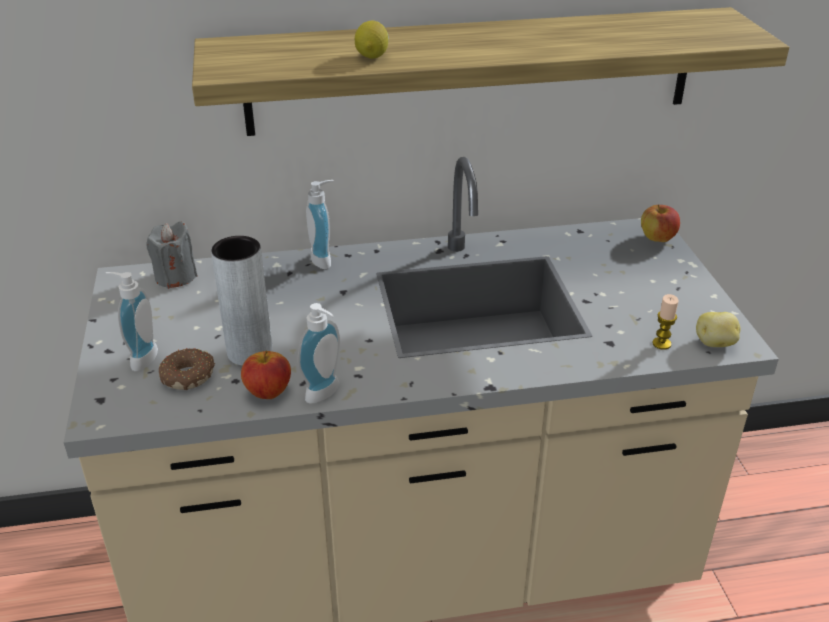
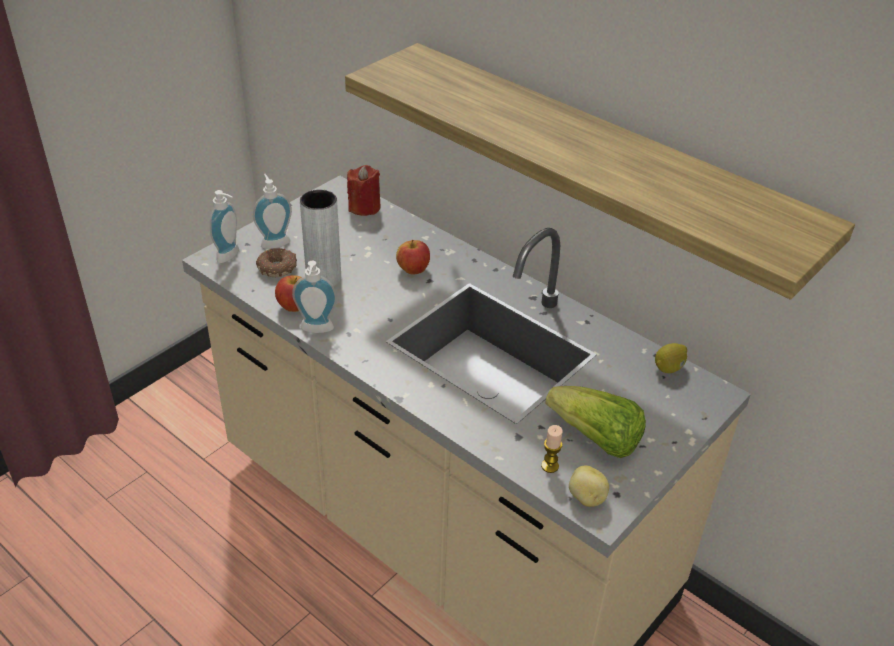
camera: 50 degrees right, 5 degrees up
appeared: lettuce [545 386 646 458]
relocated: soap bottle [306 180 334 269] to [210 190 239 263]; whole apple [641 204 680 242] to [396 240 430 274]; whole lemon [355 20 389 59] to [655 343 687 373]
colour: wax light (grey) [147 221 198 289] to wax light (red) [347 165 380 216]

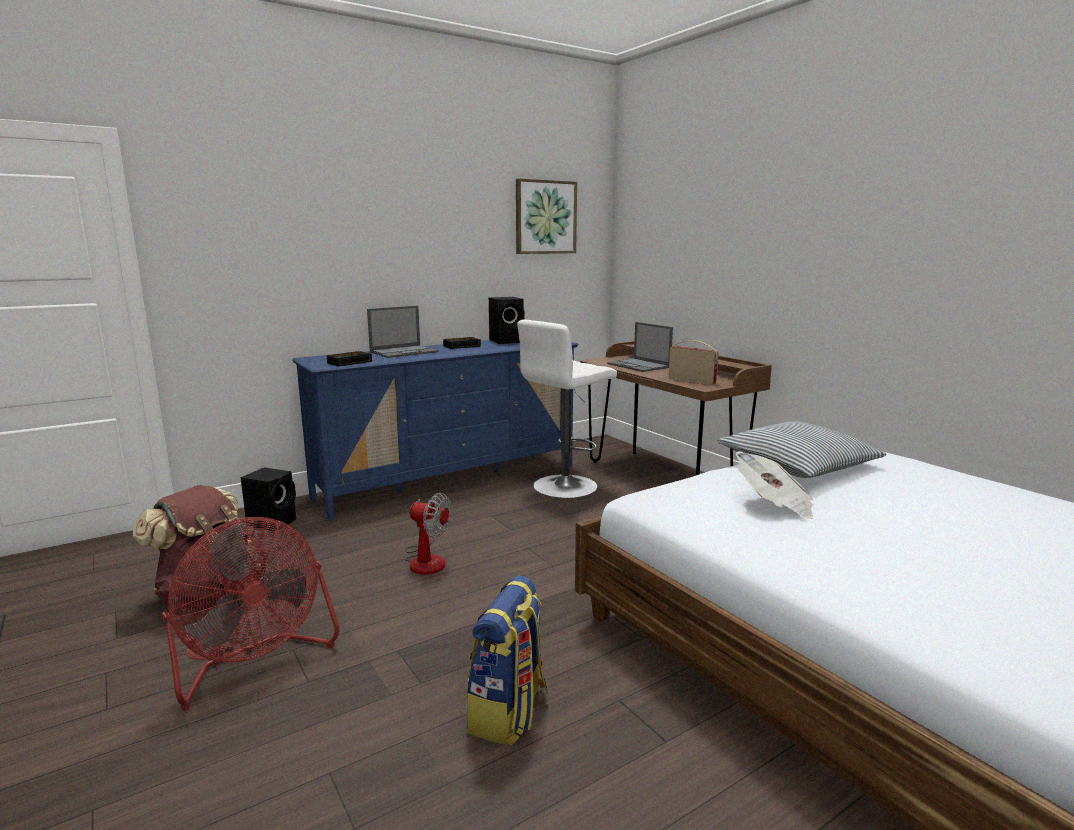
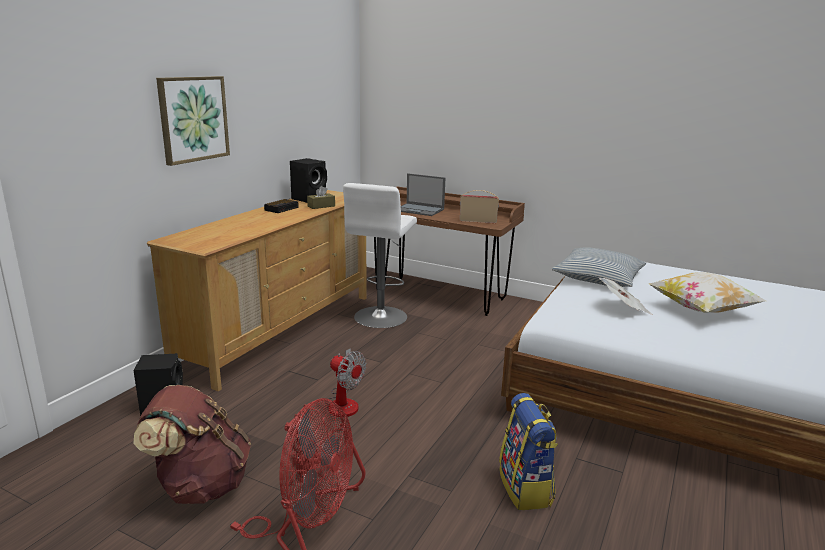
camera: 30 degrees left, 5 degrees up
missing: bedside clock [327 351 372 366]; laptop [367 306 439 358]
appeared: tissue holder (brownish) [307 186 335 209]; throw pillow [649 272 766 313]
relocated: picture [516 178 577 254] to [156 76 230 166]
colour: dresser (blue-coloured) [292 340 579 521] to dresser (brownish) [146 190 366 391]
spun: fan [405 493 452 575] = [329 348 366 417] 45 degrees clockwise

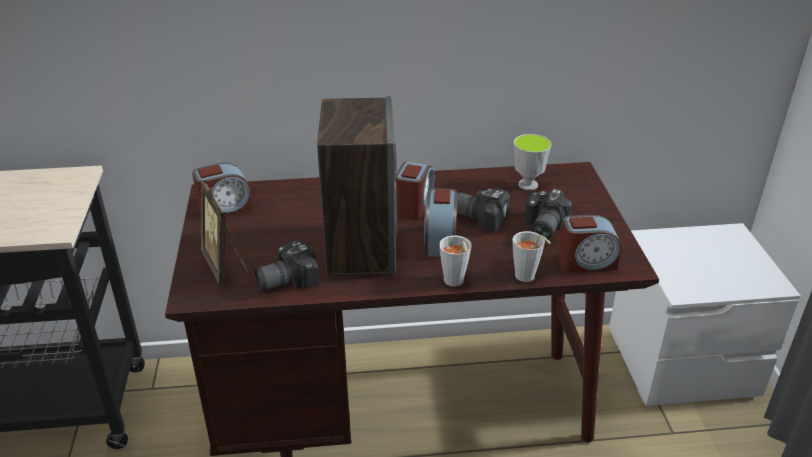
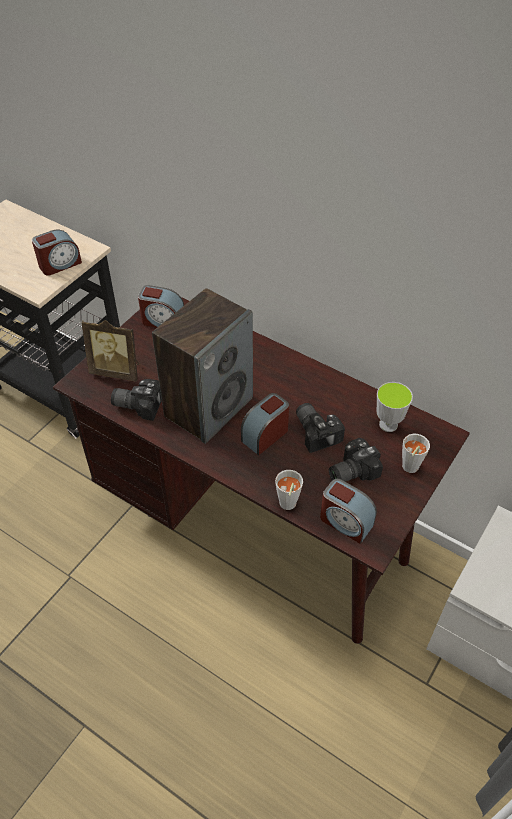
camera: 40 degrees right, 15 degrees up
relocated: bedside clock [395 162 434 219] to [32 230 82 276]; cup (grey) [439 235 472 287] to [402 434 430 473]
spun: standing frame [201 180 249 285] = [82 320 139 381] 90 degrees counterclockwise

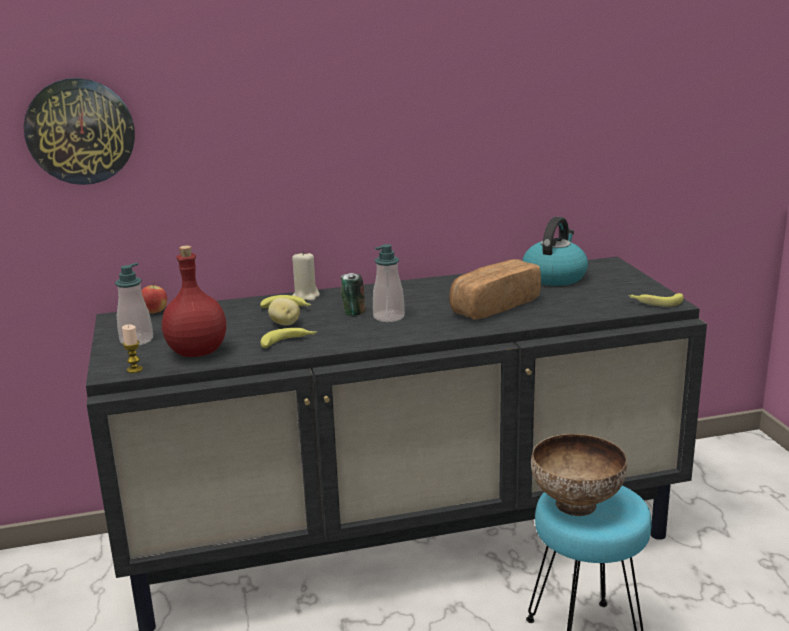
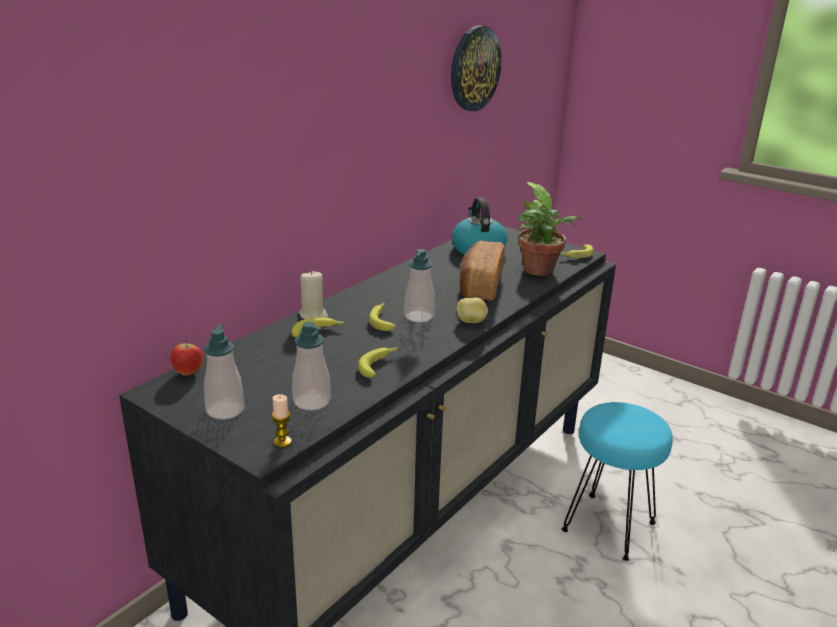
camera: 40 degrees left, 5 degrees up
missing: deep dish [531 434 627 516]
appeared: plant in a pot [516 182 582 276]
relocated: hanging clock [24 78 135 185] to [451 26 502 111]; whole potato [268 298 300 325] to [456 298 488 323]
exchanged: drink bottle (red) [162 245 226 357] to soap bottle [292 322 331 410]; sealed can [341 273 366 316] to whole banana [369 303 396 331]

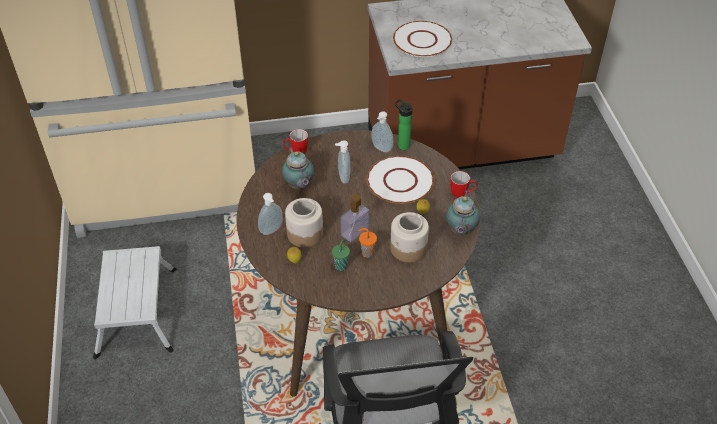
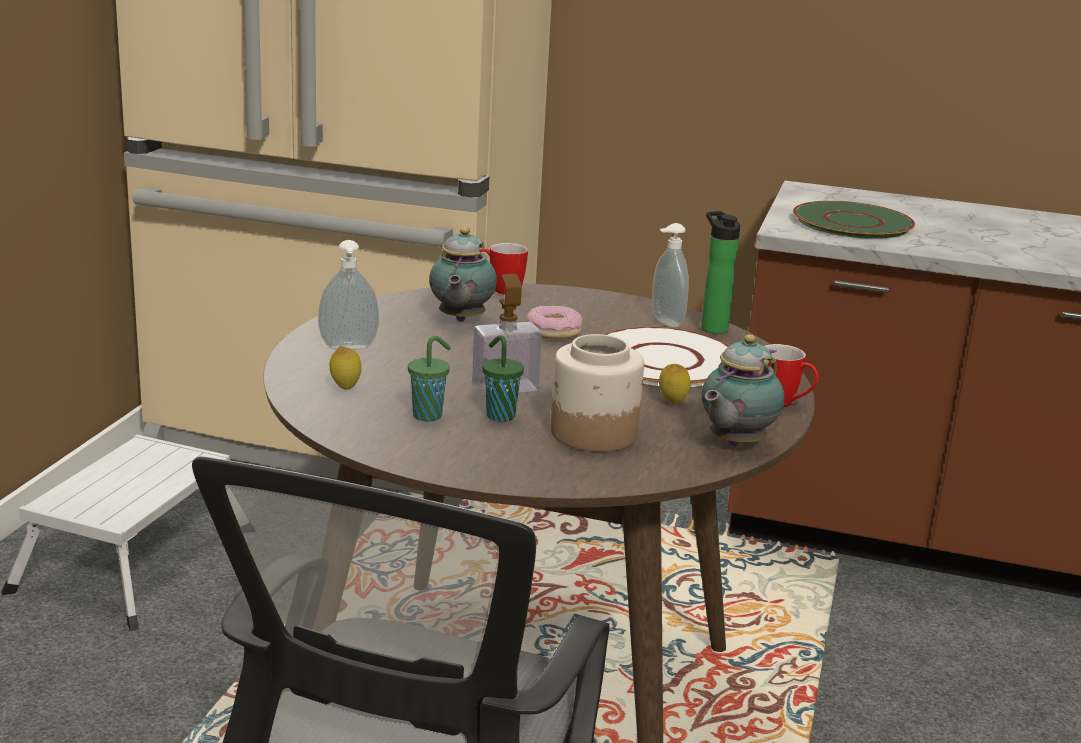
camera: 25 degrees right, 25 degrees down
missing: jar [285 198 323 247]
exchanged: soap bottle [335 140 350 184] to doughnut [526 306 582 339]
colour: cup (orangey) [358 228 377 258] to cup (greenish) [483 335 524 422]; plate (white-coloured) [393 21 452 57] to plate (greenish) [793 201 915 239]

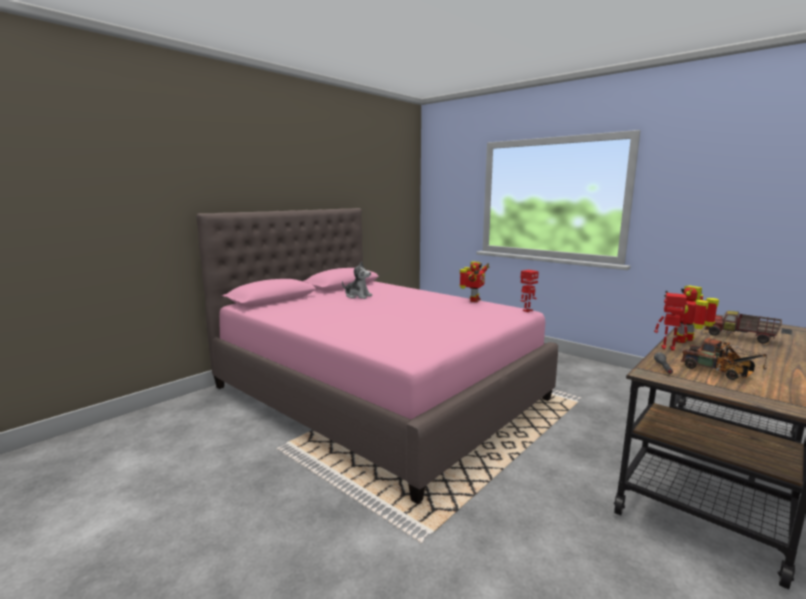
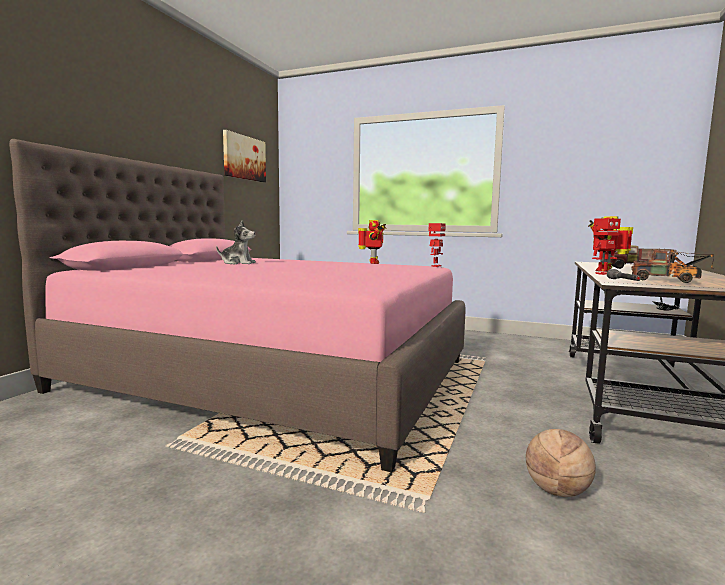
camera: 20 degrees left, 5 degrees down
appeared: picture [223 130 266 182]; ball for basketball [526 429 596 497]
spun: model robot [654 293 688 351] = [592 218 621 275] 150 degrees clockwise

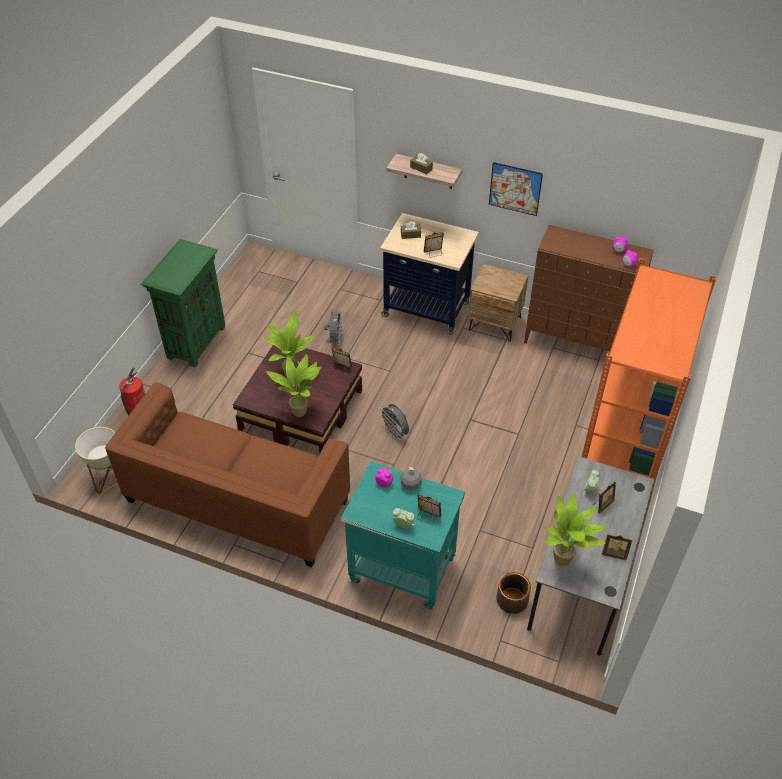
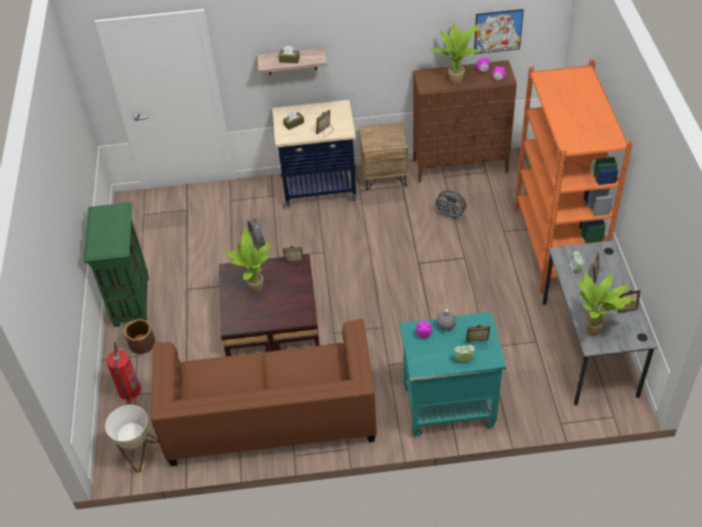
camera: 25 degrees left, 0 degrees up
relocated: plant pot (brownish) [496 572 531 614] to [124 319 156 354]; plant in a pot [266 354 322 417] to [429 24 481 85]; fan (grey) [379 404 409 440] to [433 190 466 220]; picture [489 162 543 216] to [474 9 524 54]

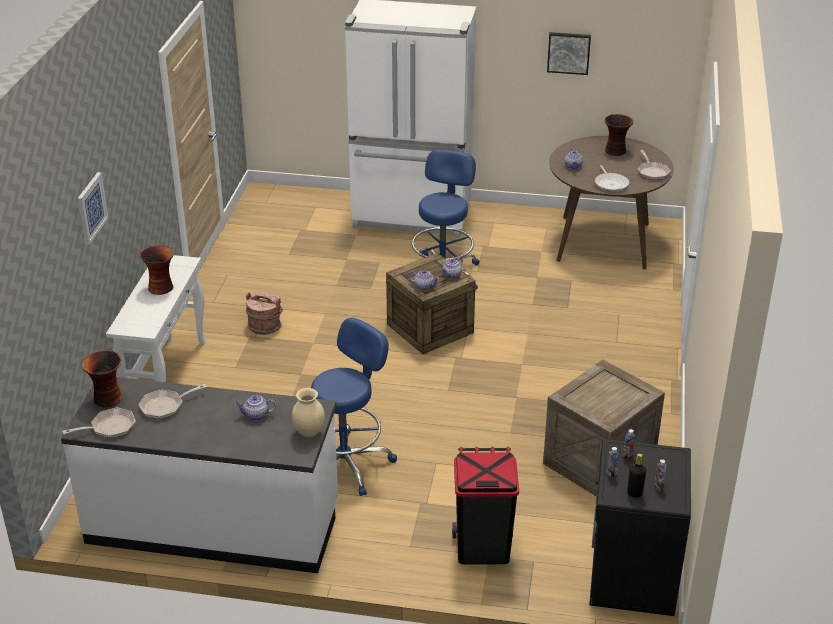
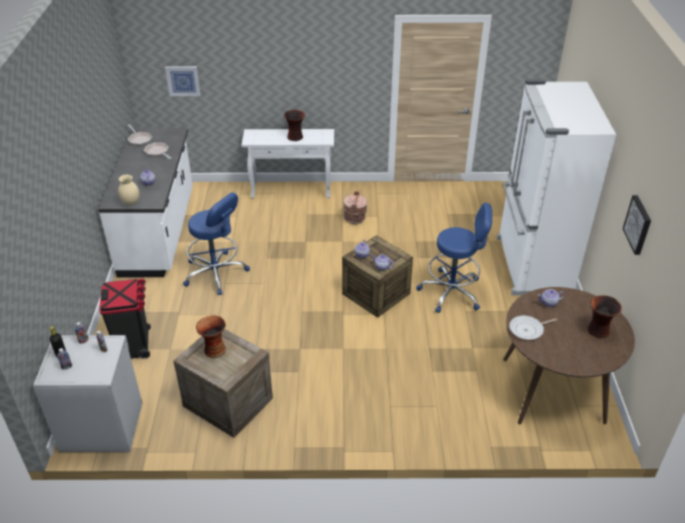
camera: 80 degrees right, 5 degrees up
missing: pan [638 150 670 180]
relocated: picture [78 172 109 245] to [165 66 201 96]; flower vase [82 350 123 407] to [196 315 226 358]
colour: laundry appliance (black-coloured) [589 439 691 616] to laundry appliance (white-coloured) [33 335 142 452]

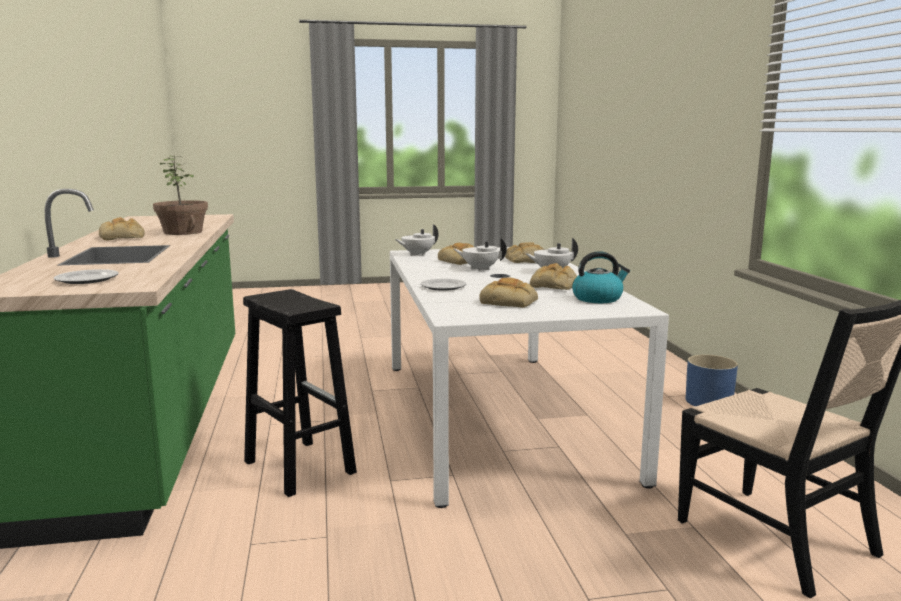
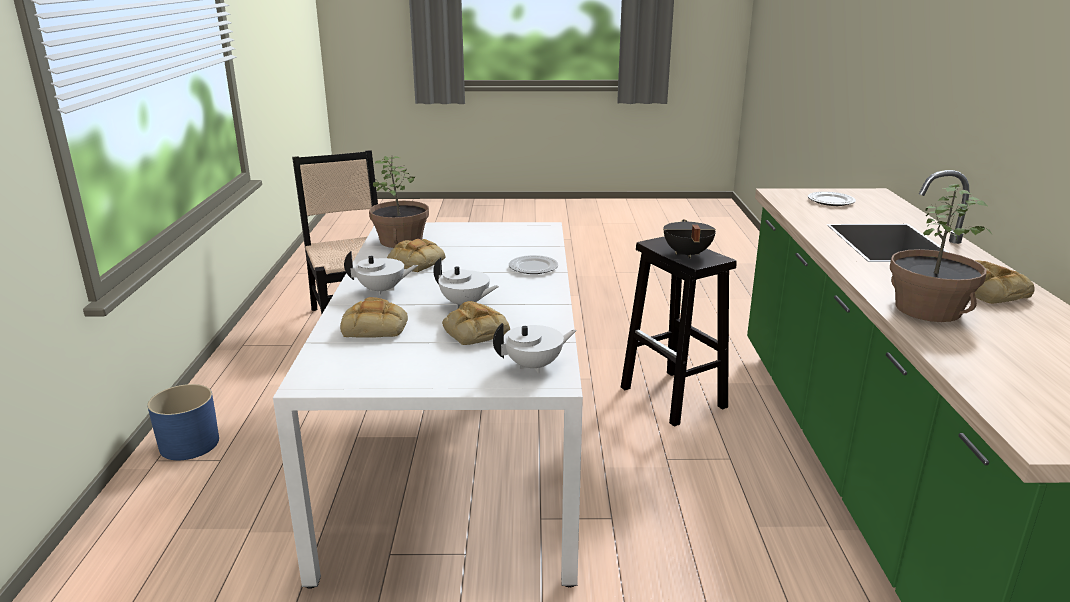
camera: 170 degrees left, 10 degrees up
missing: baked bread [479 278 538 307]
appeared: saucepot (black-coloured) [663 219 716 258]
exchanged: tea kettle [572 251 630 303] to plant in a pot [369 156 429 248]

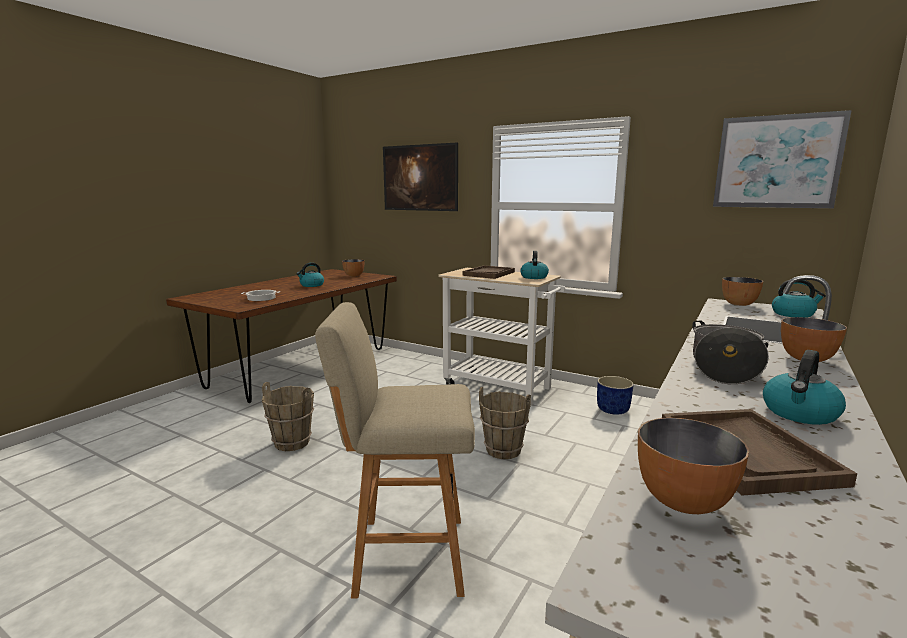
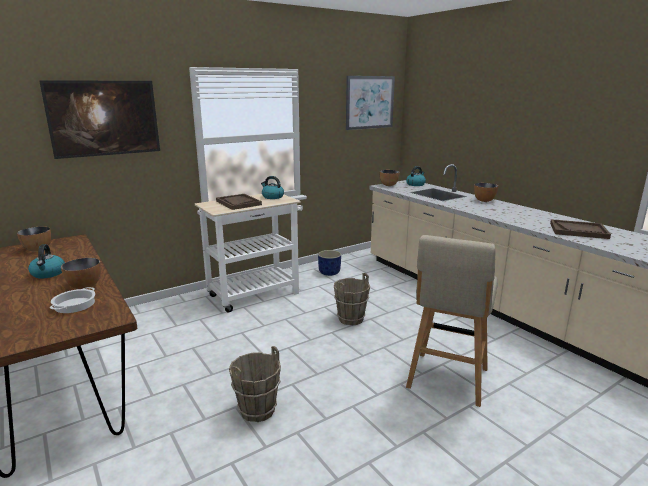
camera: 65 degrees left, 5 degrees up
missing: saucepot [692 320 769 384]; tea kettle [763 350 846 425]
relocated: deep dish [638 418 749 514] to [61 258 101 289]

